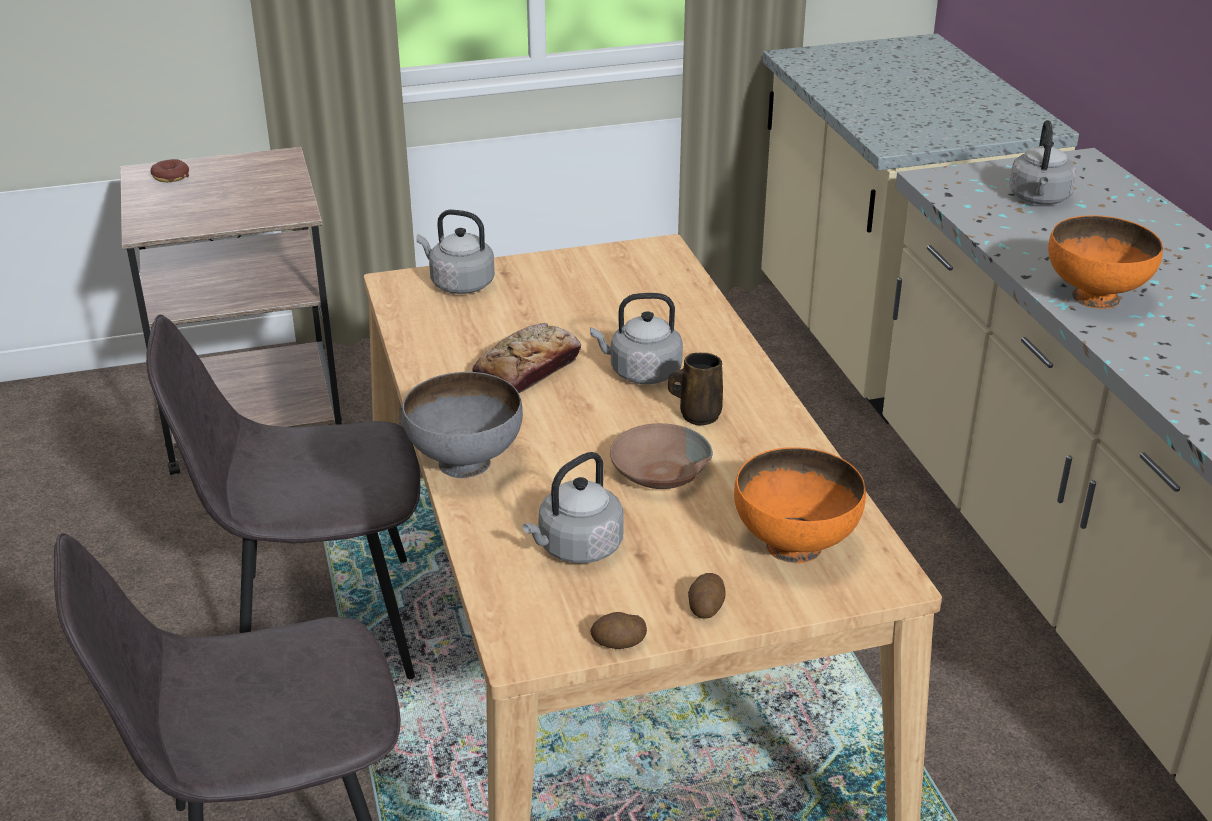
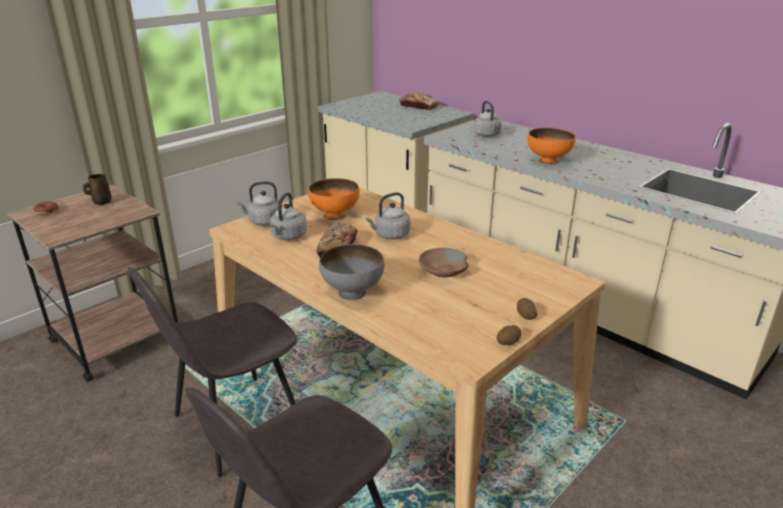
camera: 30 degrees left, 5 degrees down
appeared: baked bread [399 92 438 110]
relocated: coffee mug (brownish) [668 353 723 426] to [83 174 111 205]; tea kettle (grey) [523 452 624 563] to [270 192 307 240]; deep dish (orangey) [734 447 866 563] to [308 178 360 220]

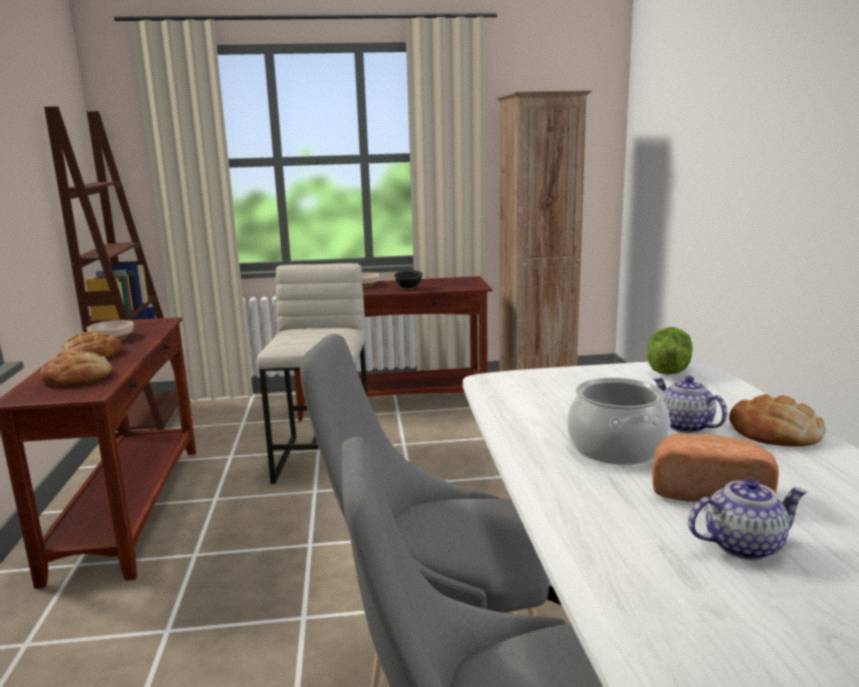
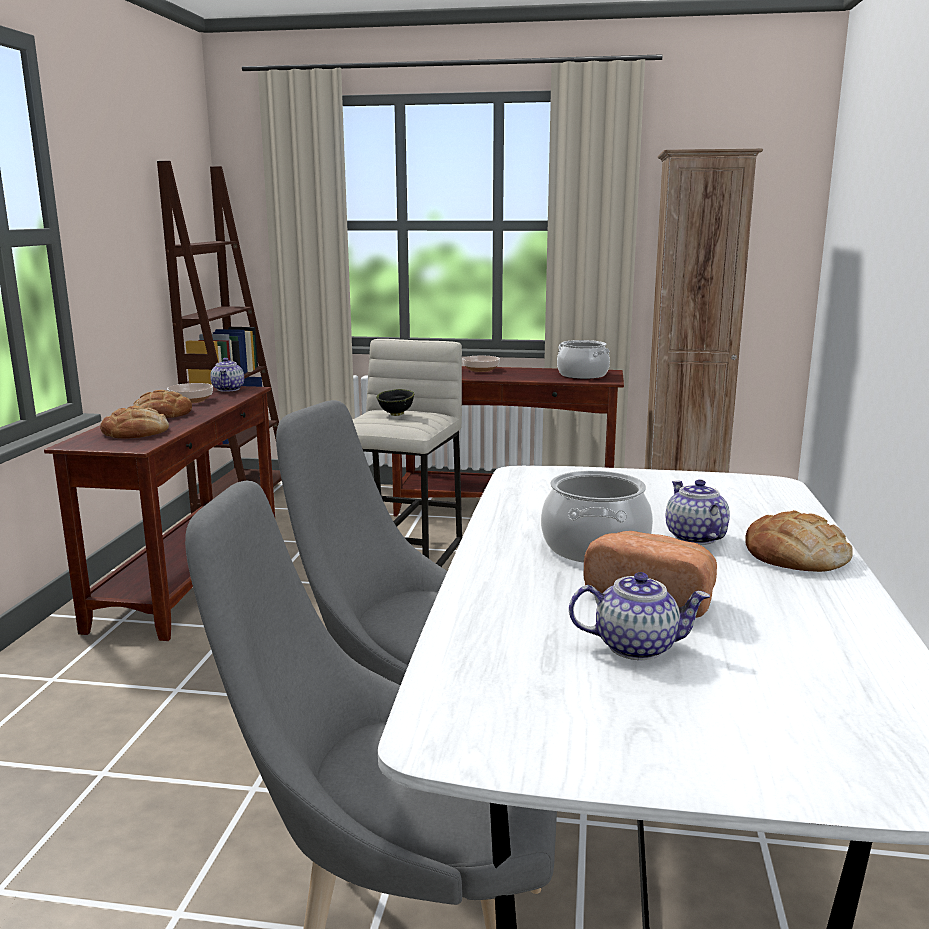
camera: 15 degrees right, 0 degrees up
missing: lettuce [647 327 692 375]
appeared: teapot [210 358 244 392]; saucepot [557 340 610 379]
relocated: deep dish (black-coloured) [394 270 423 290] to [376 389 414 416]

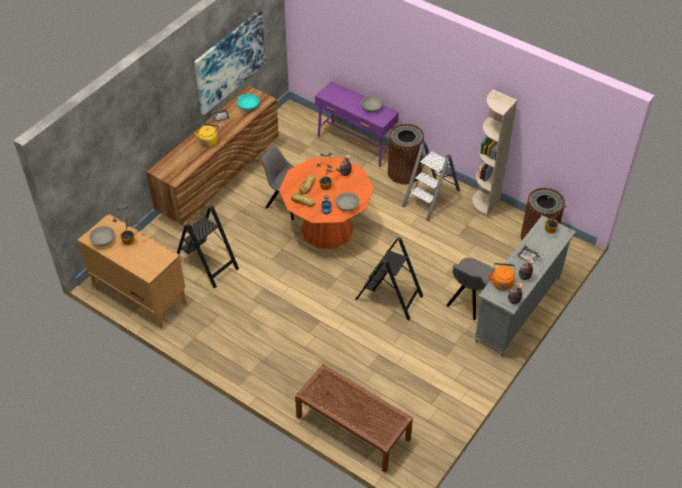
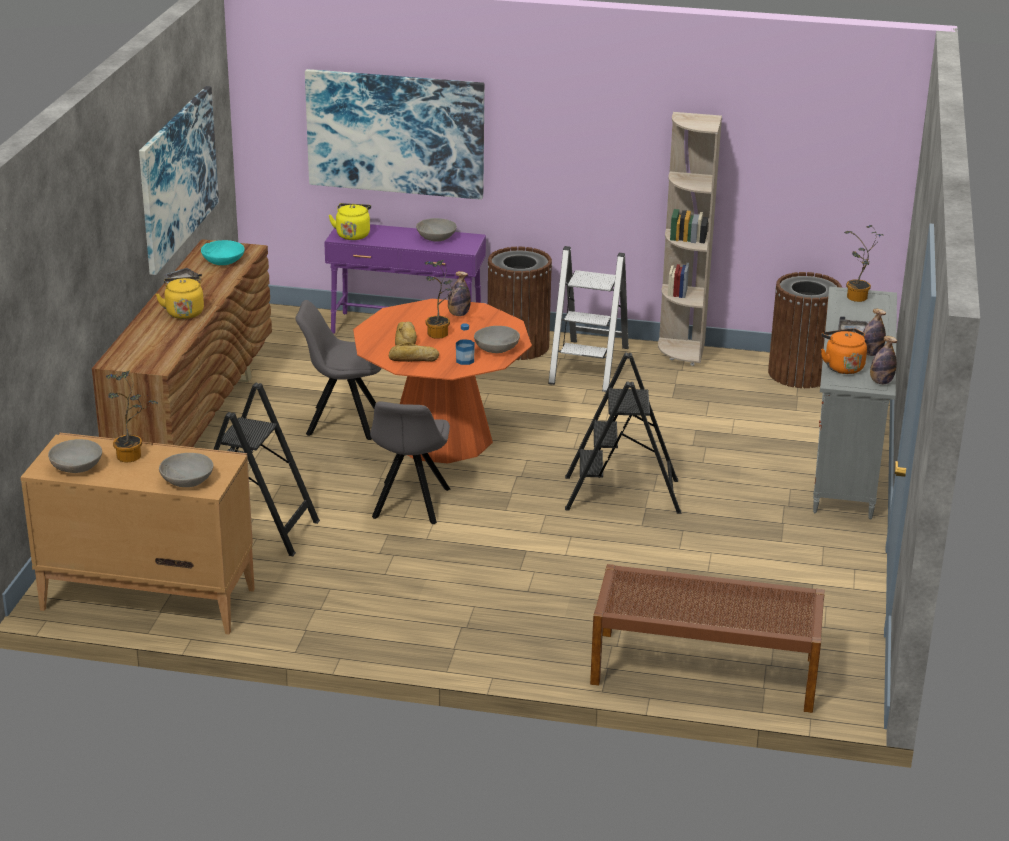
camera: 25 degrees left, 20 degrees down
appeared: deep dish (grey) [159 453 213 487]; picture [305 69 484 200]; tea kettle (yellow-coloured) [329 203 371 240]
relocated: upright chair (grey) [447 258 495 320] to [370 401 450 524]

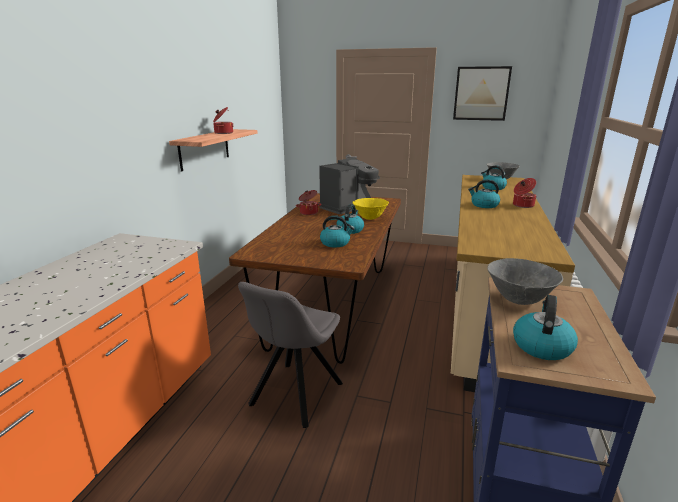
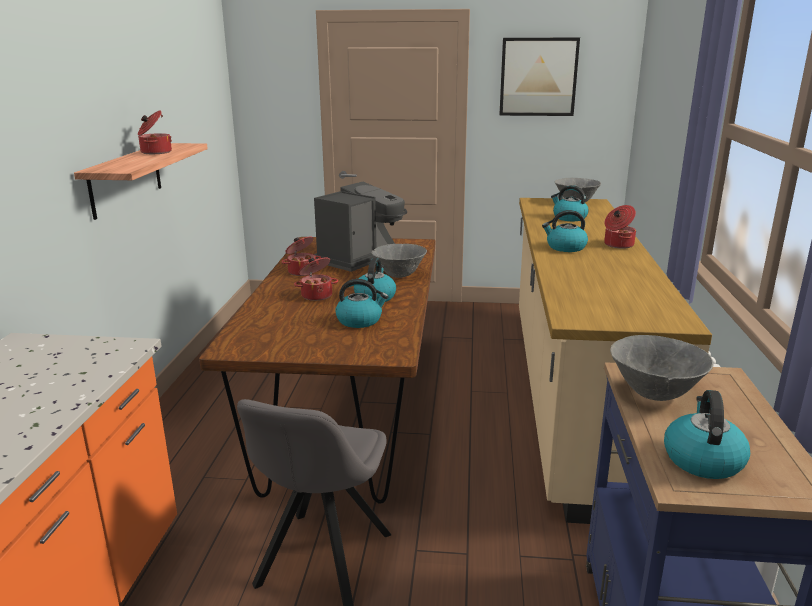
camera: 10 degrees left, 0 degrees up
appeared: saucepot [294 258 338 301]
colour: deep dish (yellow-coloured) [352 198 389 220] to deep dish (grey) [371 244 427 278]

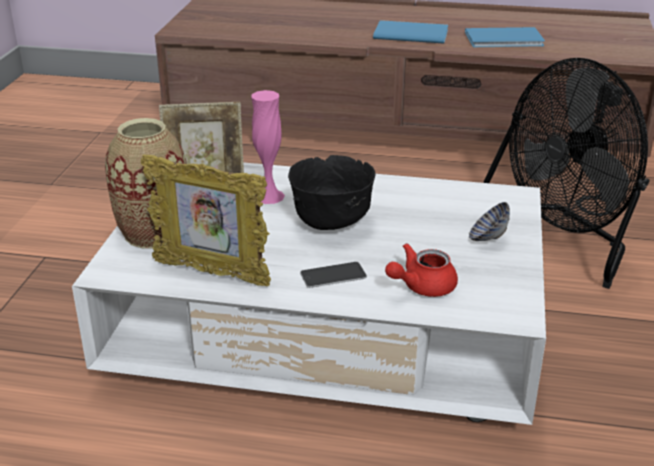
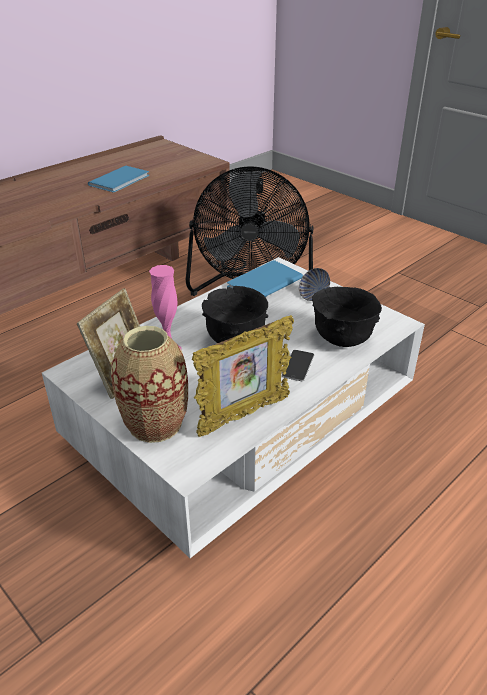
camera: 55 degrees left, 5 degrees up
relocated: volume (blue-coloured) [373 20 448 44] to [227 260 303 297]
exchanged: teapot (red) [385 243 458 297] to deep dish (black-coloured) [312 287 382 347]

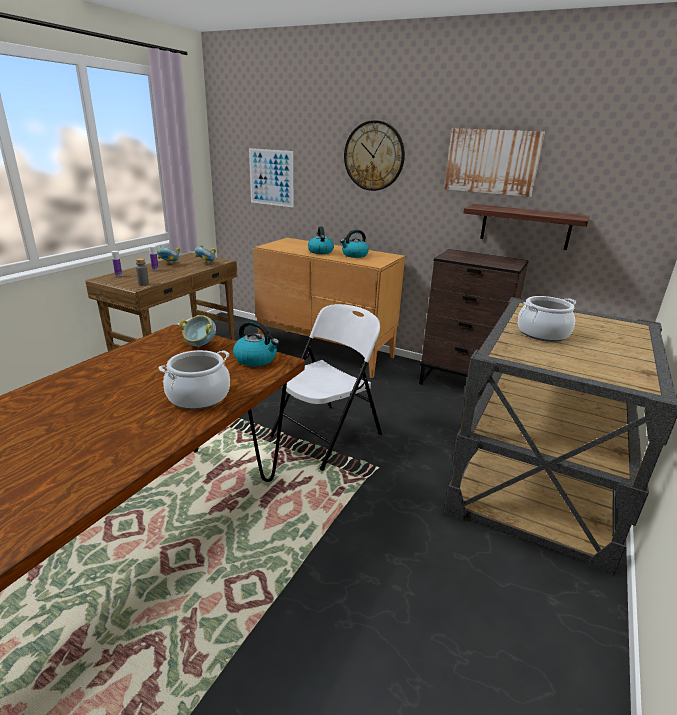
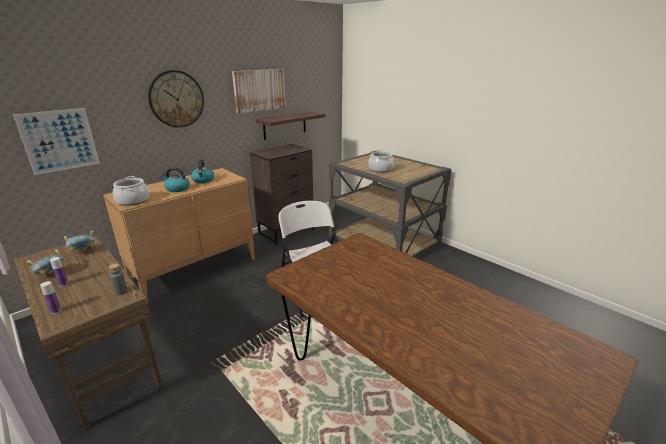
camera: 70 degrees left, 0 degrees up
missing: deep dish [179 315 216 347]; tea kettle [233 320 279 367]
relocated: saucepot [159 350 230 410] to [113 176 149 206]

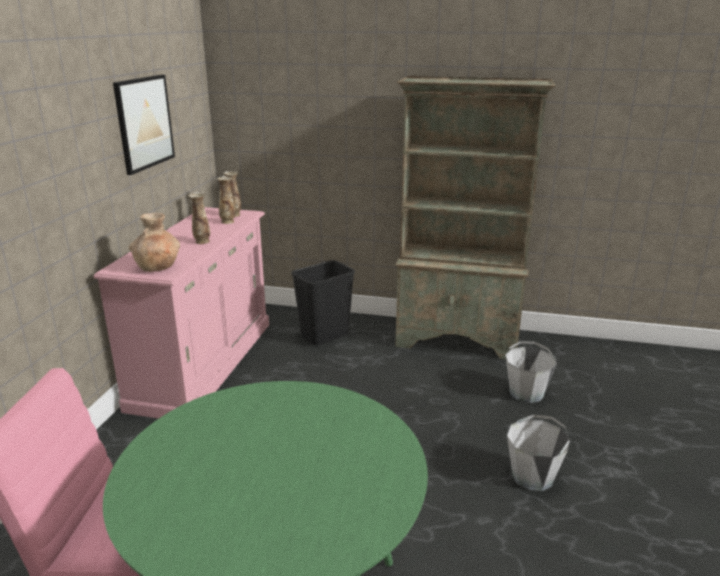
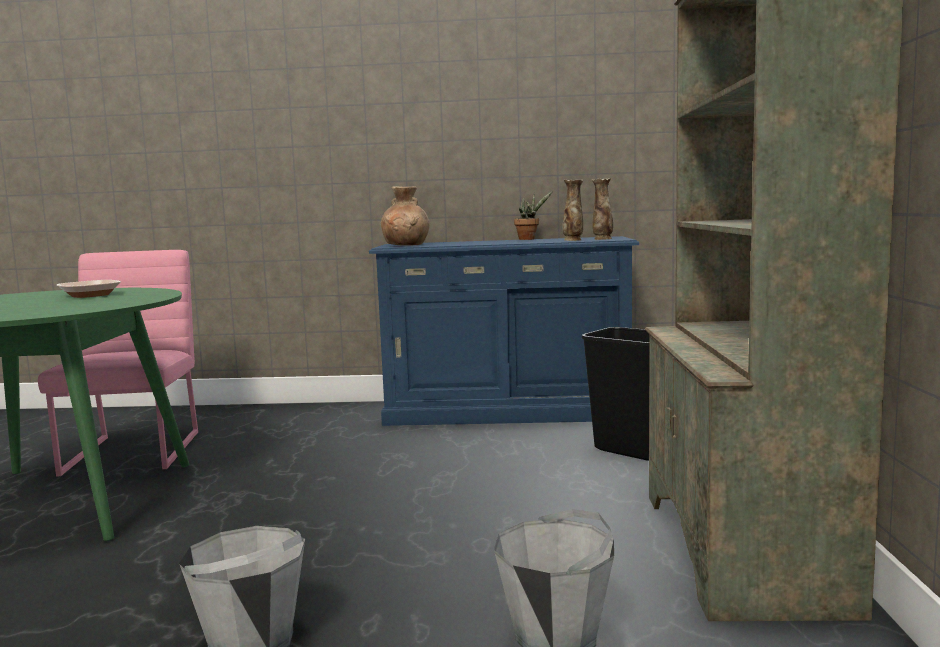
camera: 80 degrees right, 15 degrees down
missing: picture [113 75 175 175]; flower vase [188 192 210 244]
appeared: deep dish [57 280 121 298]; plant in a pot [514 191 553 240]
colour: storage cabinet (pinkish) [94 207 269 419] to storage cabinet (blue-coloured) [369 236 639 426]

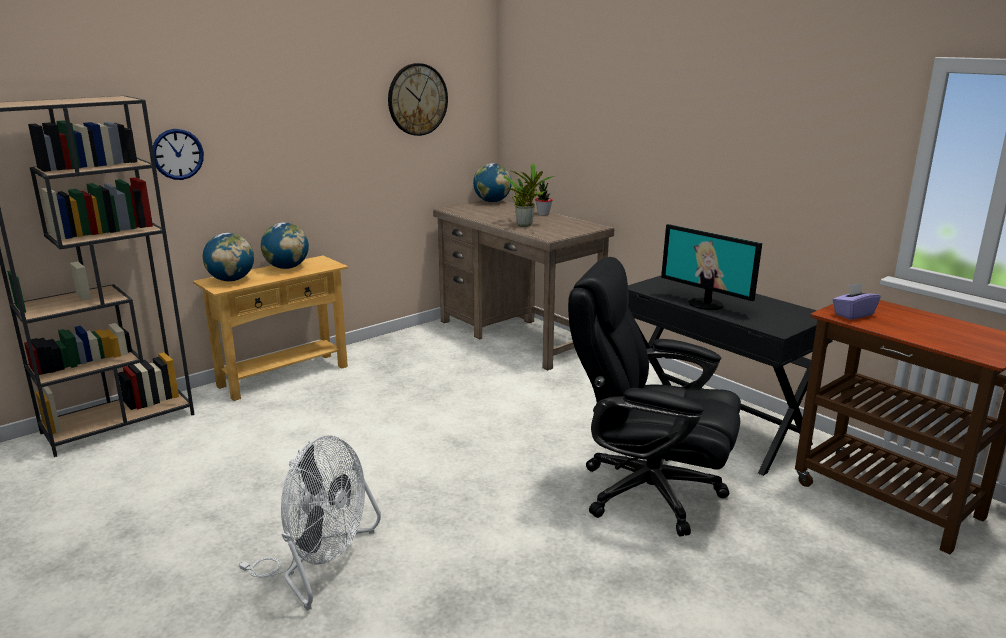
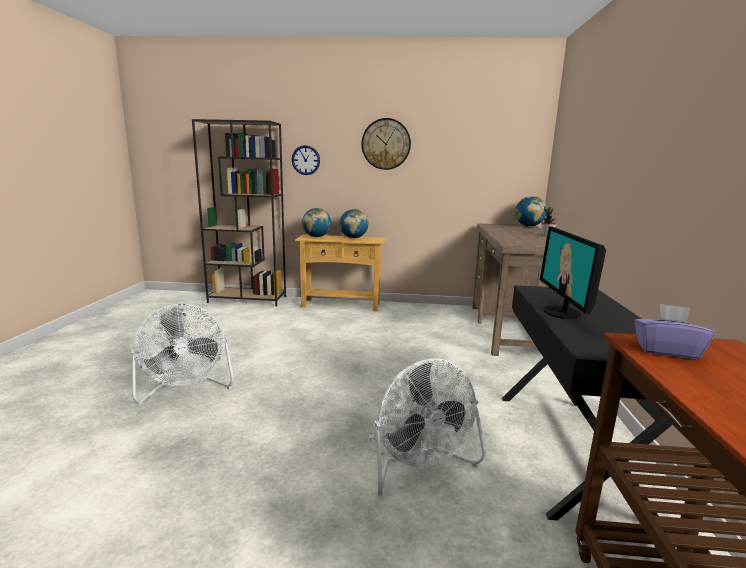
camera: 45 degrees right, 5 degrees down
missing: plant in a pot [503 163 554 227]
relocated: hanging clock [388 63 448 136] to [361 118 411 170]
exchanged: desk chair (black-coloured) [568 257 741 537] to fan (white-coloured) [369 358 486 496]

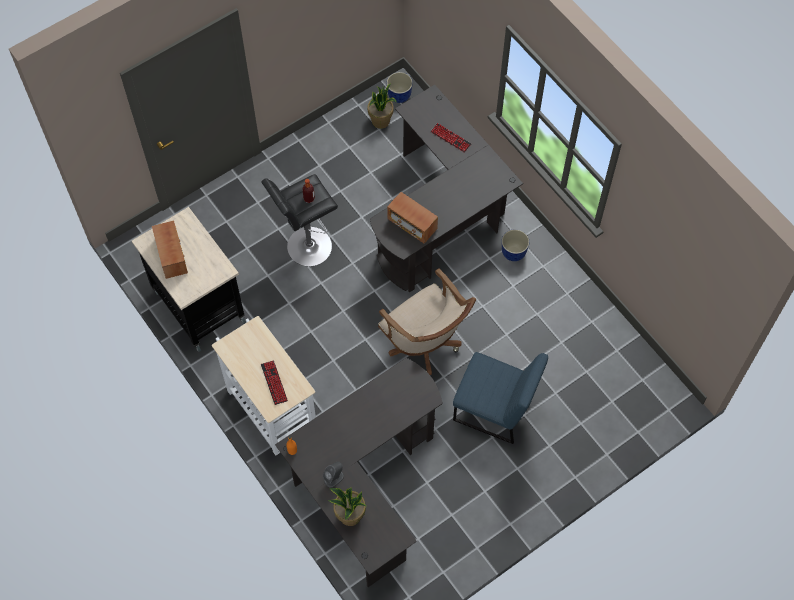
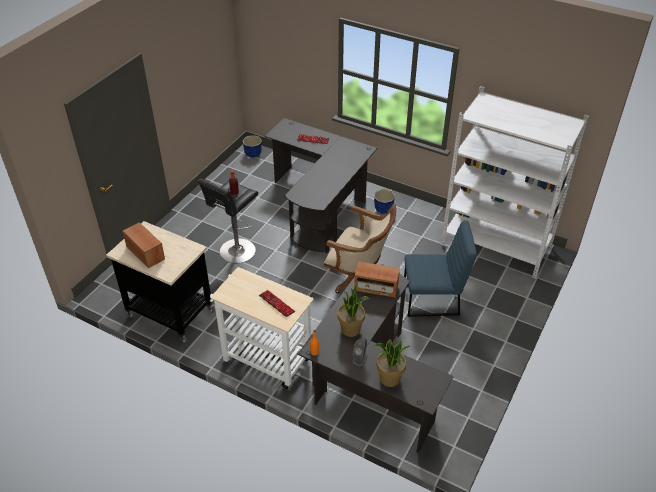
camera: 25 degrees left, 20 degrees down
appeared: bookshelf (white-coloured) [441 86 589 279]
relocated: plant in a pot [368 83 397 129] to [338 284 369 337]; radio set [387 192 438 244] to [354 262 400 297]

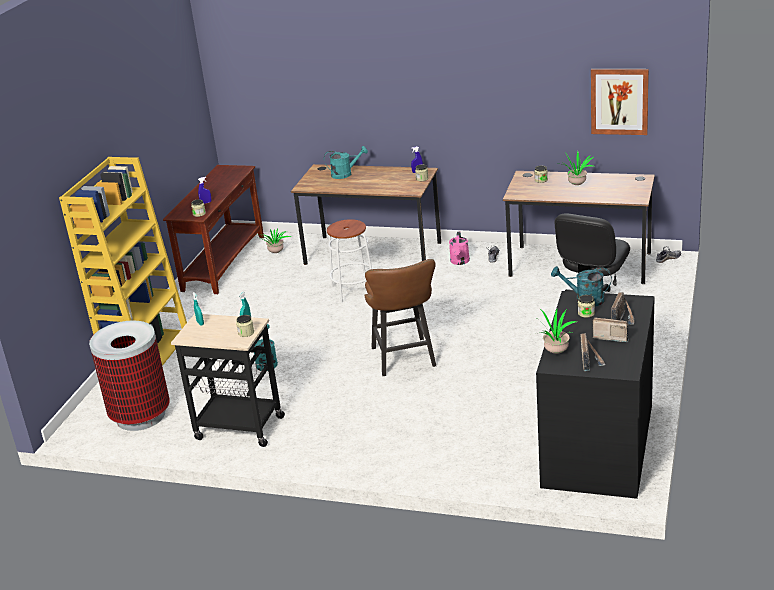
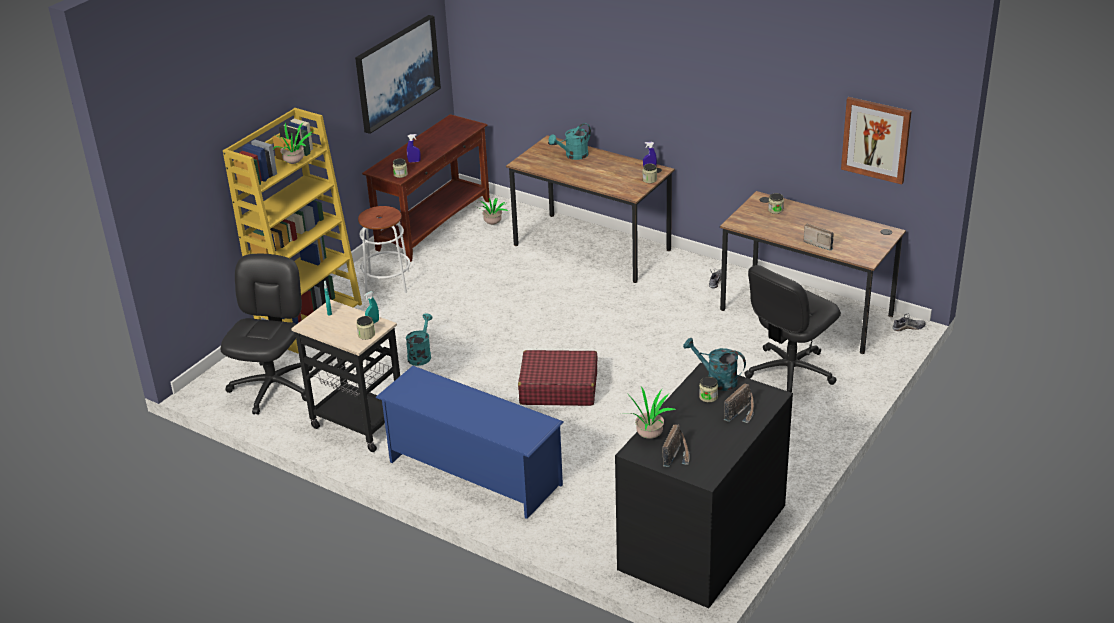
camera: 15 degrees right, 5 degrees up
missing: sprinkling can (pinkish) [449 231 470 265]
appeared: picture [355 15 441 134]; shoe rack (blue-coloured) [375 366 564 519]
relocated: plant in a pot [555 150 595 185] to [273 122 313 164]; stool (white-coloured) [327 219 373 303] to [358 206 410 293]; radio set [592 317 629 342] to [803 224 834 251]
exchanged: rubbish bin [89 320 170 431] to desk chair (black-coloured) [221 254 313 415]; stool (brownish) [364 259 436 376] to suitcase (red) [518 350 598 406]
spun: sprinkling can (turquoise-coloured) [324 146 368 179] = [548 123 591 160] 135 degrees clockwise

